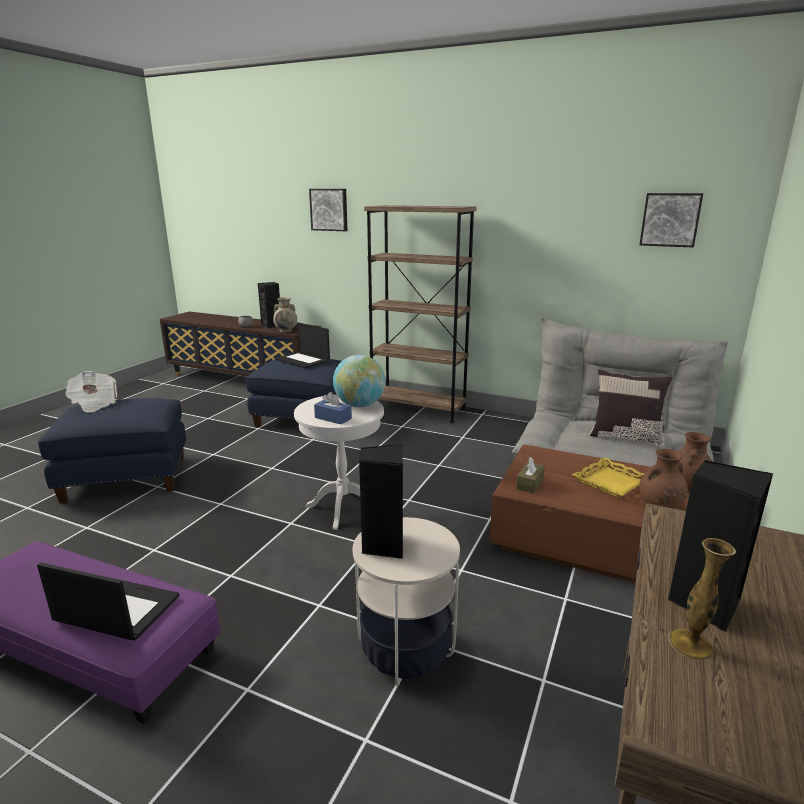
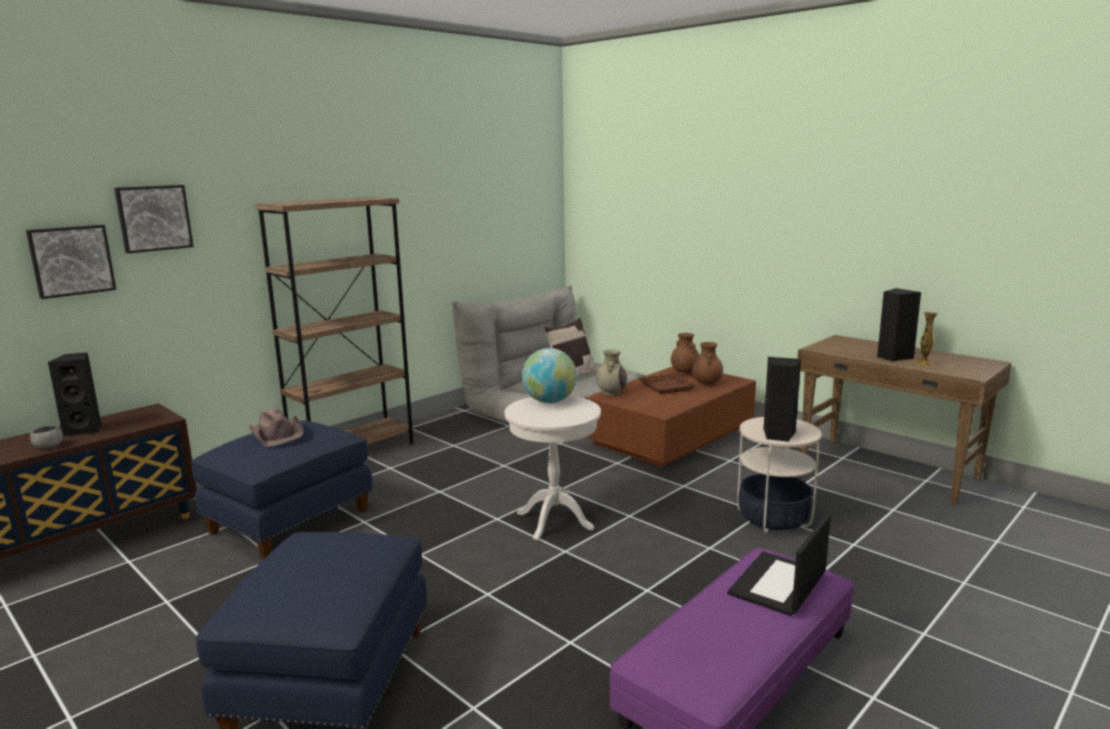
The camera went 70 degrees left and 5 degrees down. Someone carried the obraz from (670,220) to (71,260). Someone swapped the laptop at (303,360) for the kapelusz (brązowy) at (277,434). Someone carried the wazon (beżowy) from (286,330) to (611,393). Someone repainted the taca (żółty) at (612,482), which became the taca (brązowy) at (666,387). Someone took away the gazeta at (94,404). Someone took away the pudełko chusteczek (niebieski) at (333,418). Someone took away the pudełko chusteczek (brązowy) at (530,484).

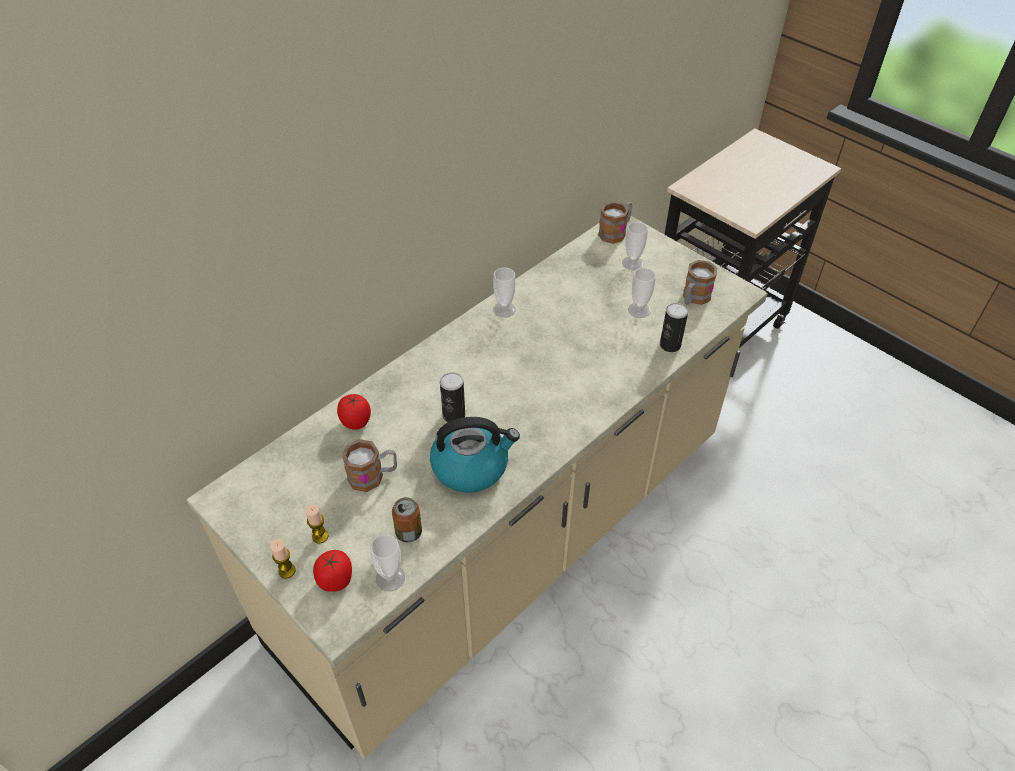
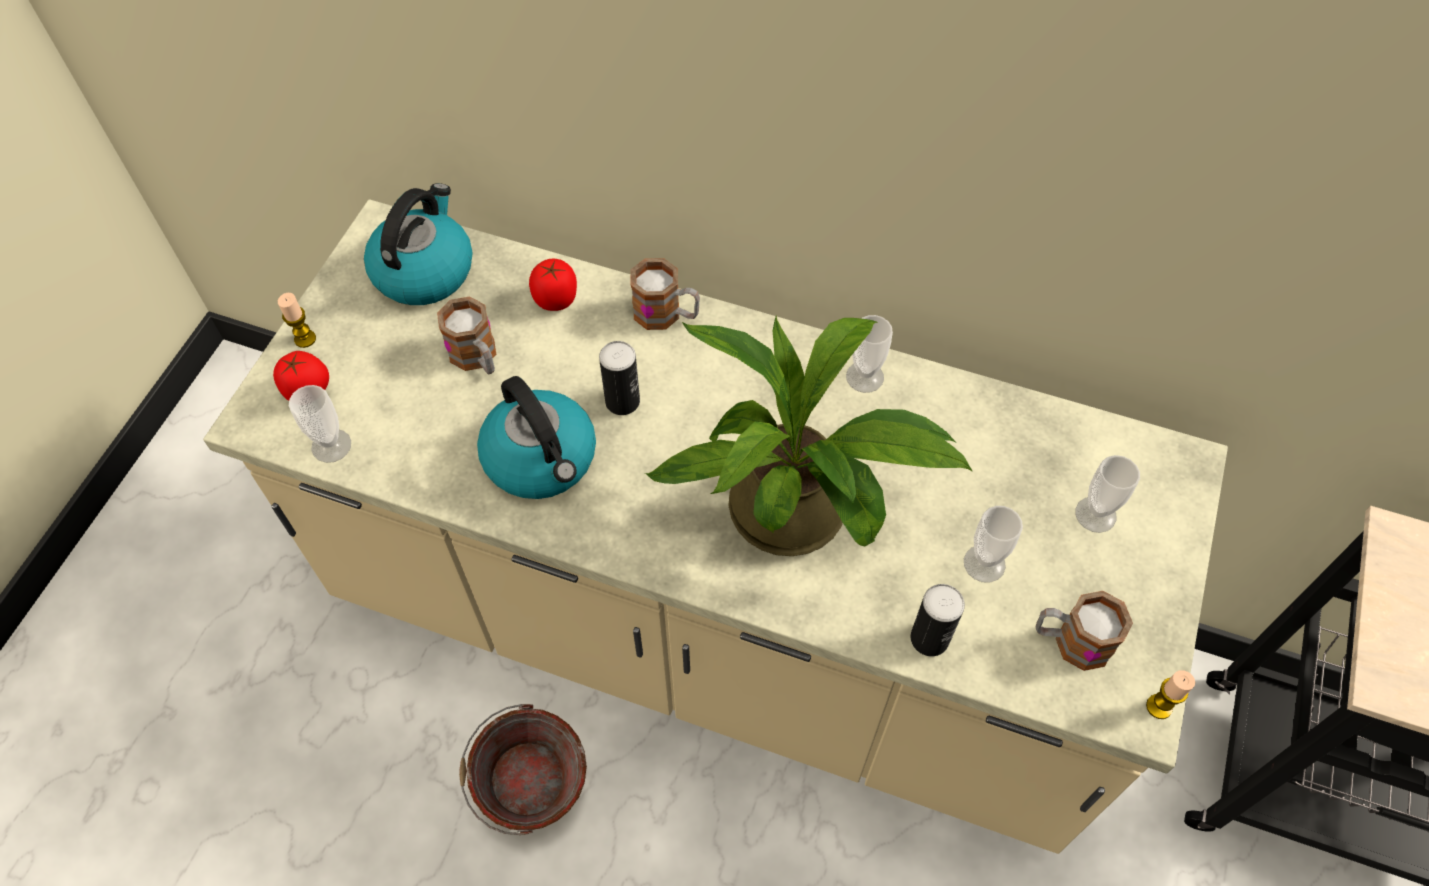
The camera went 65 degrees right and 10 degrees up. Someone put down the czajnik at (424,270). Someone put down the wiadro at (536,800). Someone carried the kubek from (616,232) to (666,314). Someone put down the roślina doniczkowa at (799,518). Someone carried the świeca from (320,536) to (1159,706). Someone took away the puszka at (409,532).

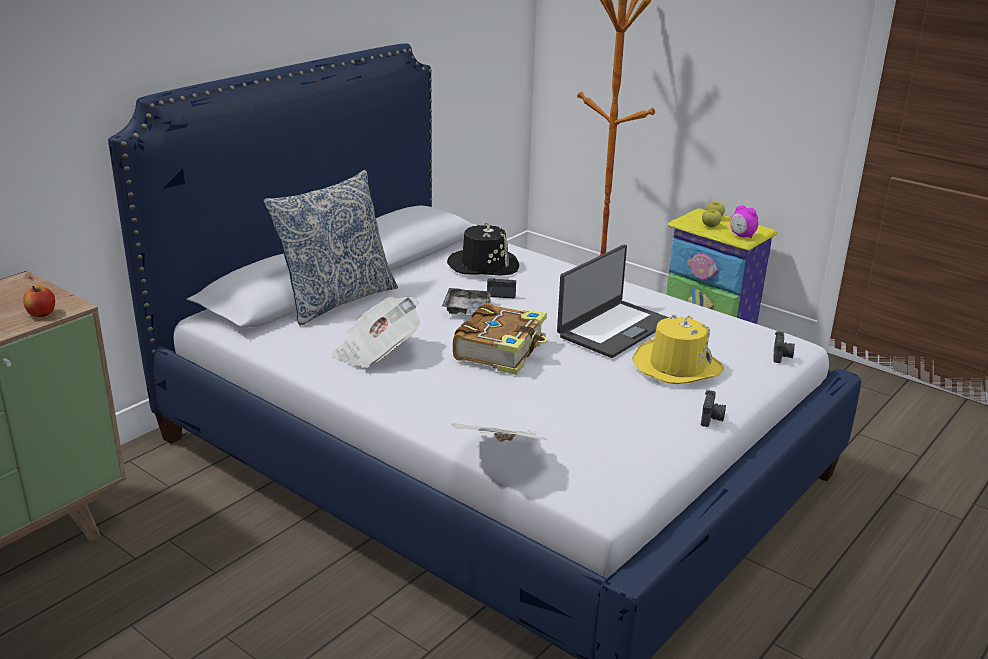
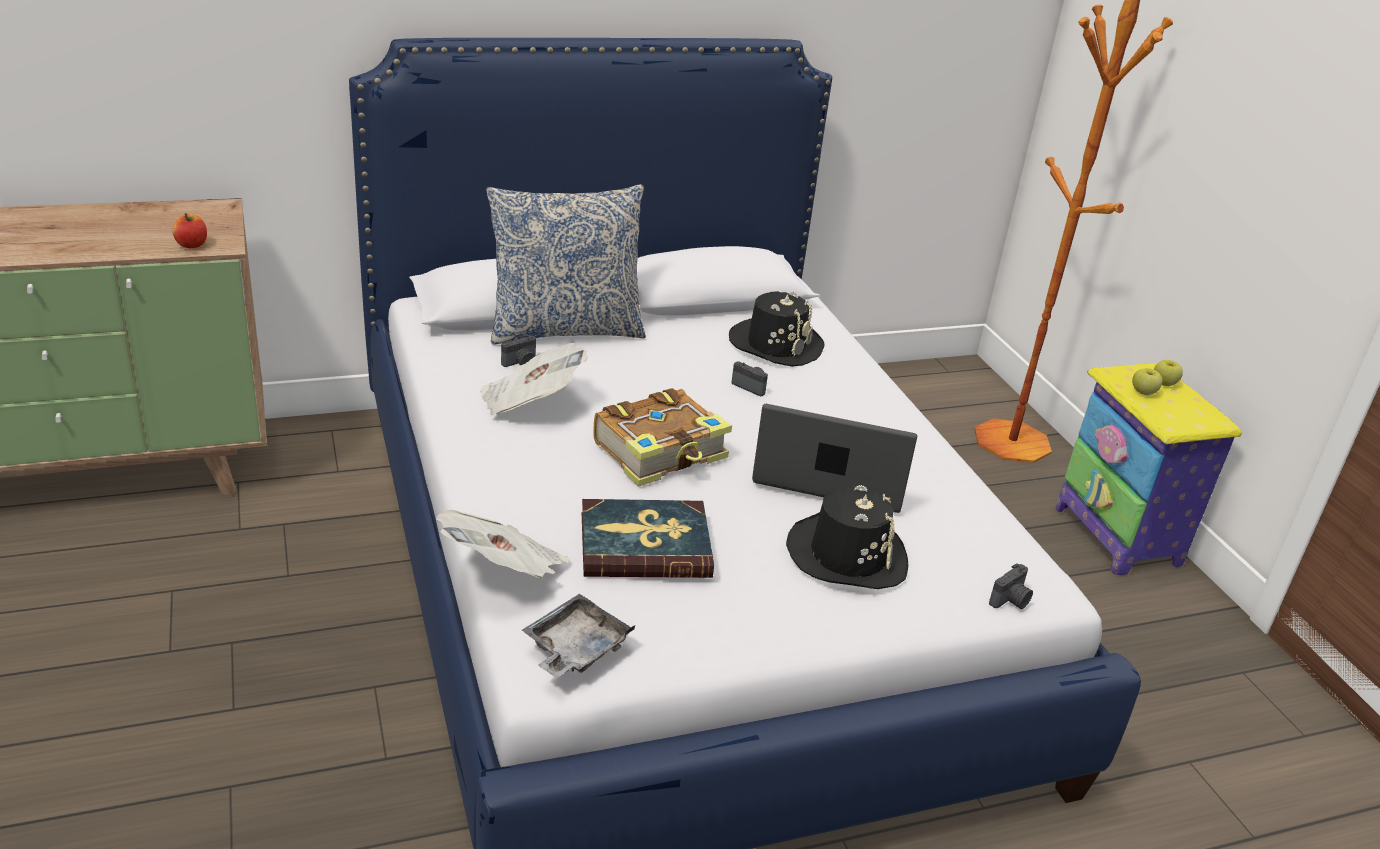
The camera went 30 degrees right and 5 degrees up. Someone carried the aparat fotograficzny from (712,418) to (521,363). Someone carried the taca (szary) from (467,310) to (575,648). Someone put down the książka at (644,544). Someone rotated the laptop at (613,329) by 150 degrees counterclockwise. Someone repainted the kapelusz (żółty) at (676,366), which became the kapelusz (czarny) at (847,555). Someone took away the budzik at (742,236).

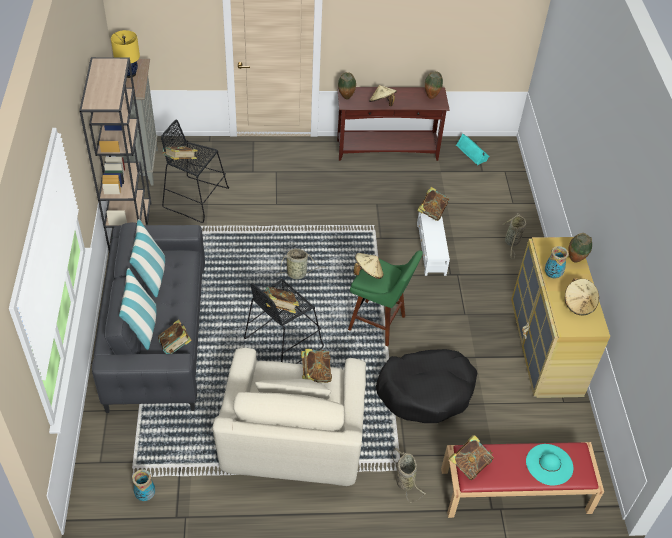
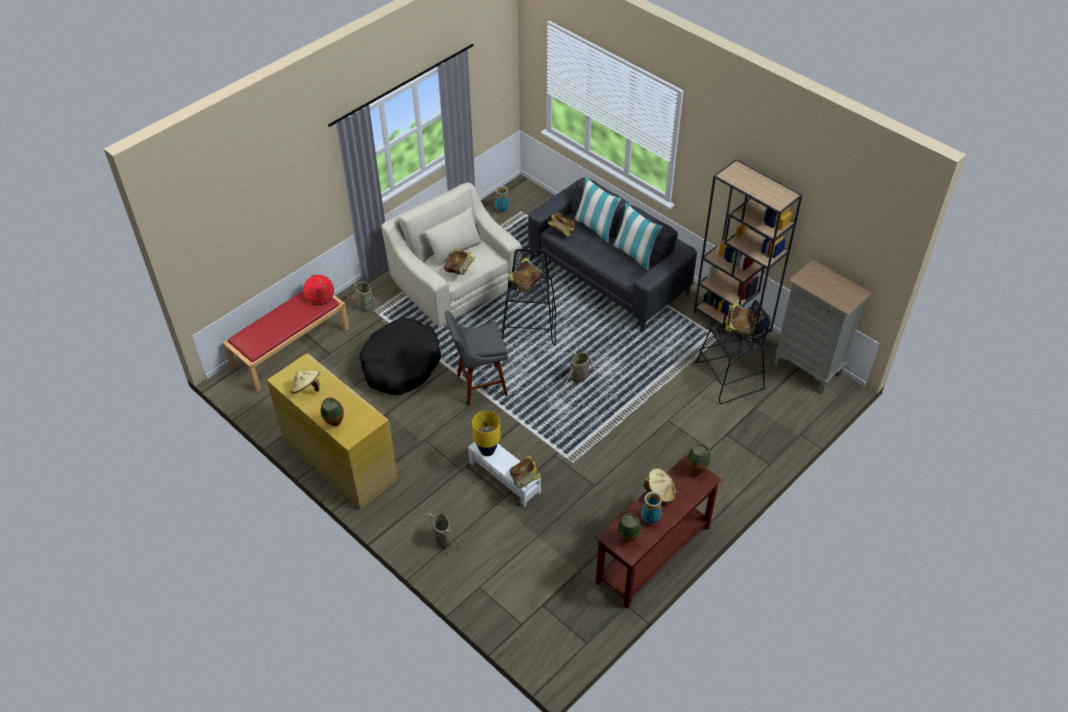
The camera went 140 degrees right and 0 degrees up. Someone swapped the książka at (469,464) for the kapelusz (czerwony) at (319,296). Someone repainted the stołek (zielony) at (379,324), which became the stołek (szary) at (479,386). Someone carried the lampa stołowa (żółty) from (129,74) to (487,450). Someone carried the wazon from (552,275) to (650,519). Someone took away the kapelusz (beżowy) at (368,273). Someone took away the głośnik (turkusowy) at (472,152). Someone took away the kapelusz (turkusowy) at (549,464).

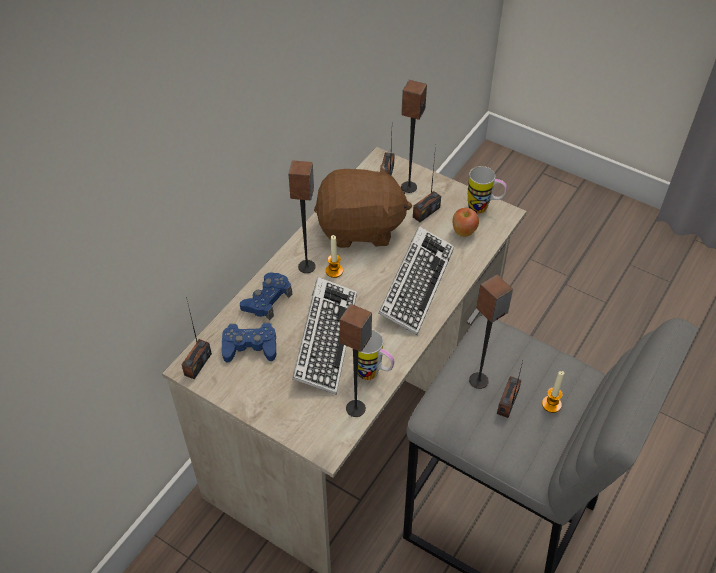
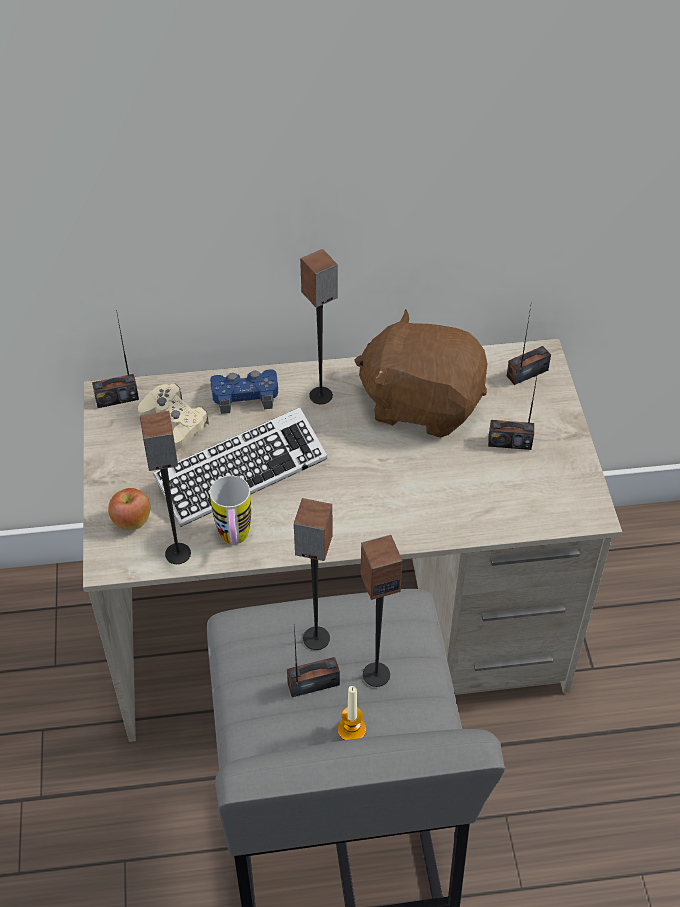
The camera went 50 degrees right and 0 degrees up. Someone carried the jabłko from (463,231) to (132,521). Someone repainted the pad do gier (niebieski) at (250,347), which became the pad do gier (beżowy) at (174,421). Someone rotated the pluszak (brązowy) at (360,228) by 150 degrees clockwise. Someone carried the głośnik from (408,187) to (376,674). Someone took away the świeca at (334,271). Someone took away the klawiatura at (416,284). Someone took away the kubek at (483,208).

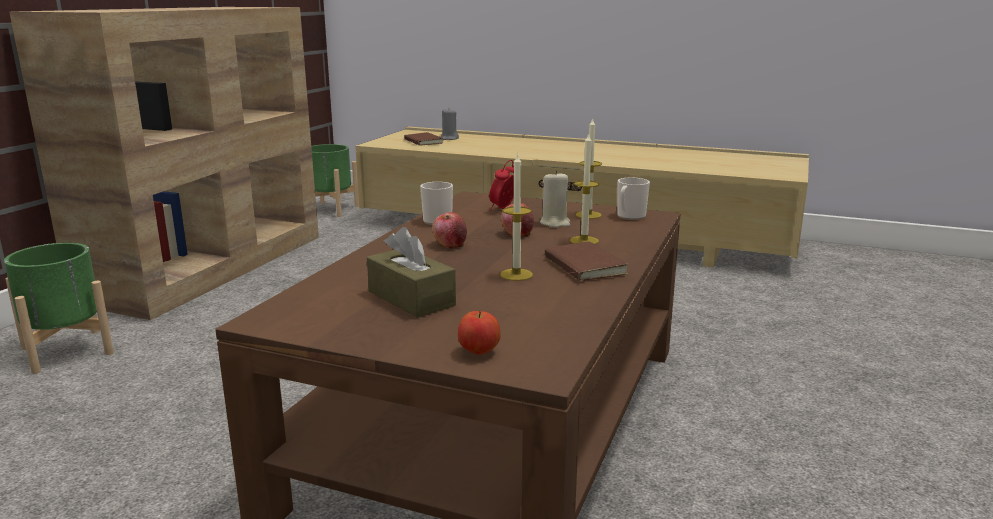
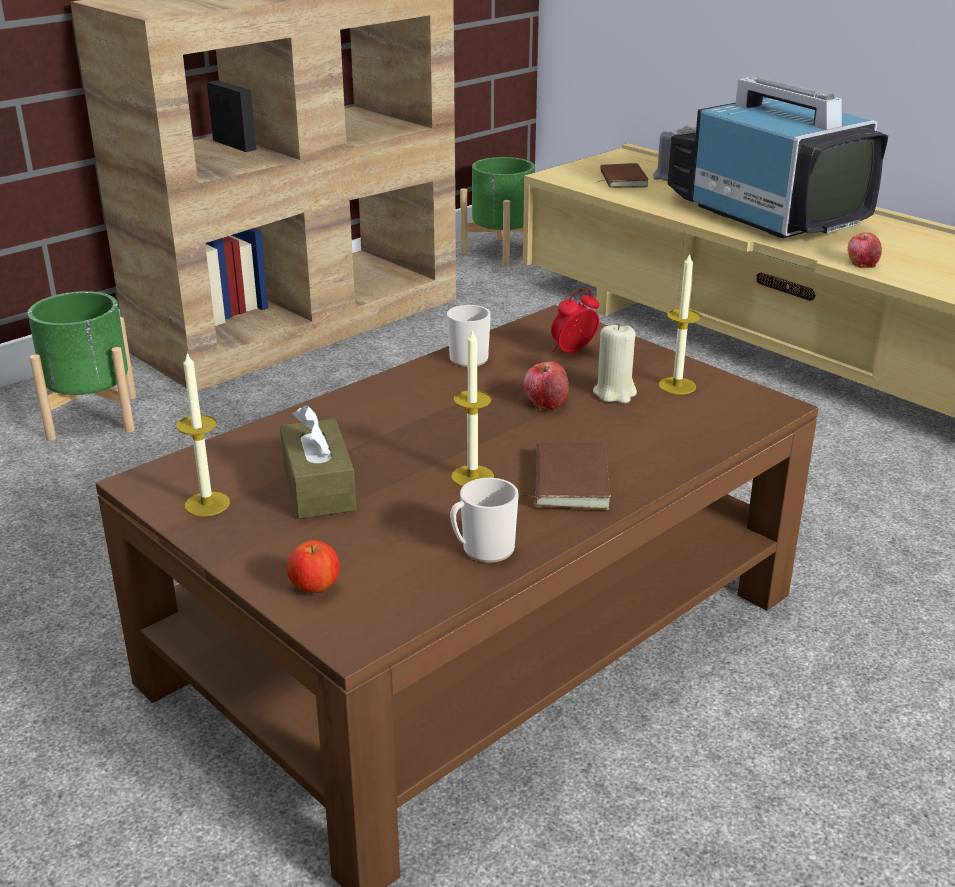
The camera went 25 degrees right and 10 degrees up. Someone carried the świeca from (584,241) to (207,504). Someone carried the kubek from (629,217) to (483,550). Someone put down the telewizor at (764,214). Someone carried the jabłko from (450,244) to (862,264).

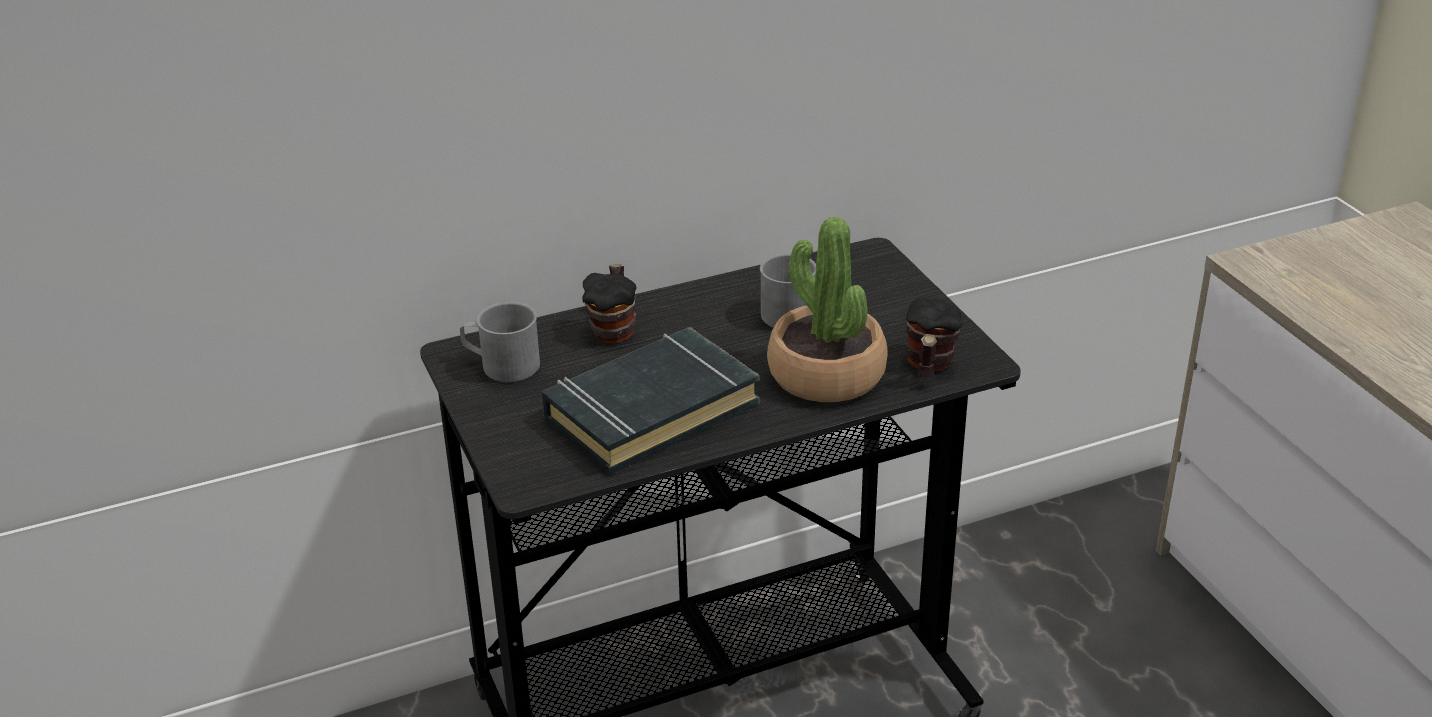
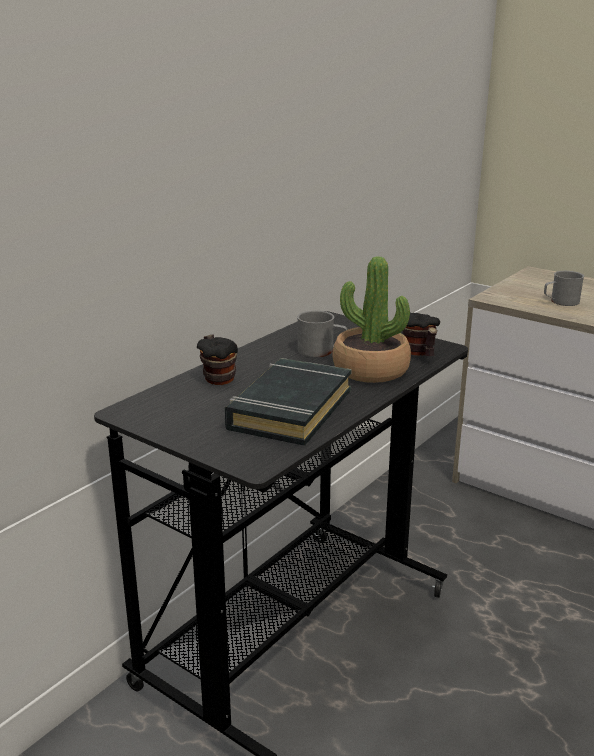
The camera went 30 degrees left and 10 degrees down. Someone carried the kubek (szary) from (502,365) to (560,302).

